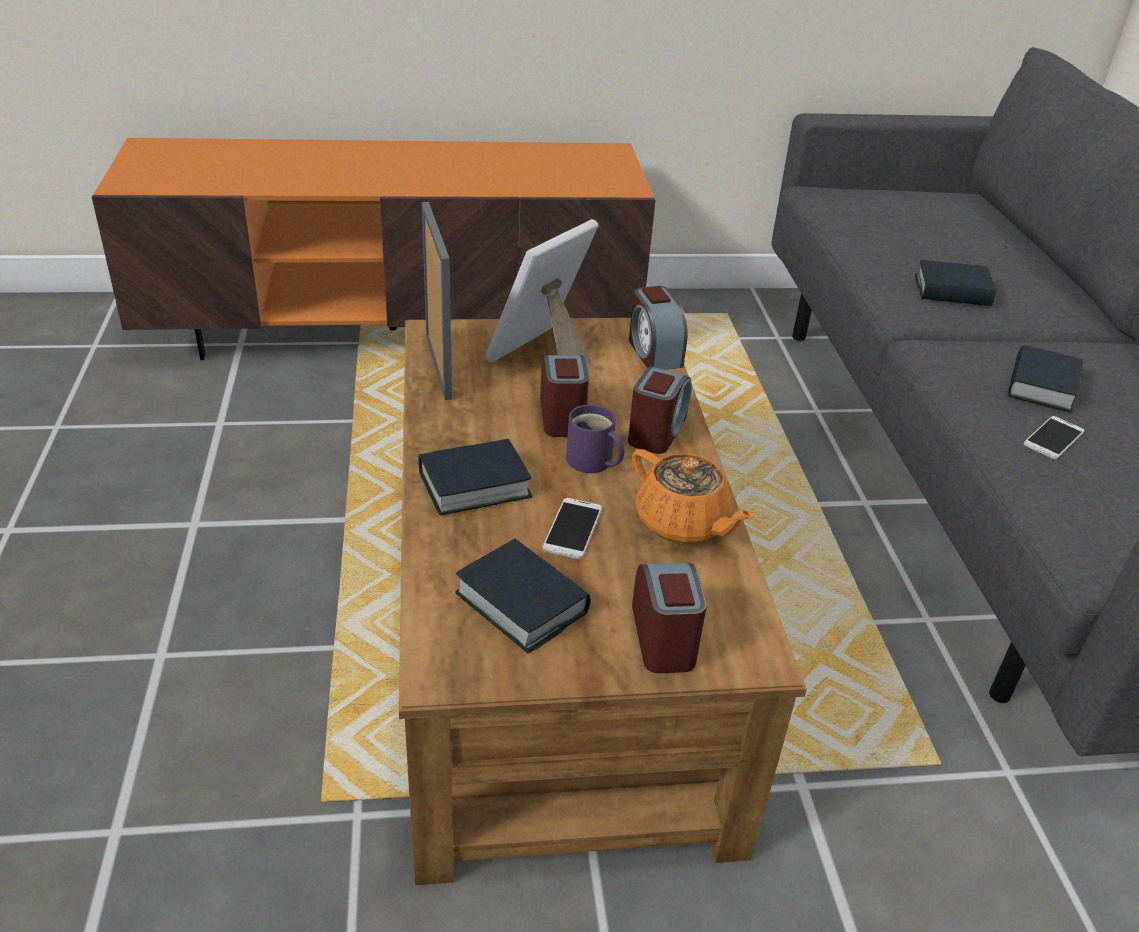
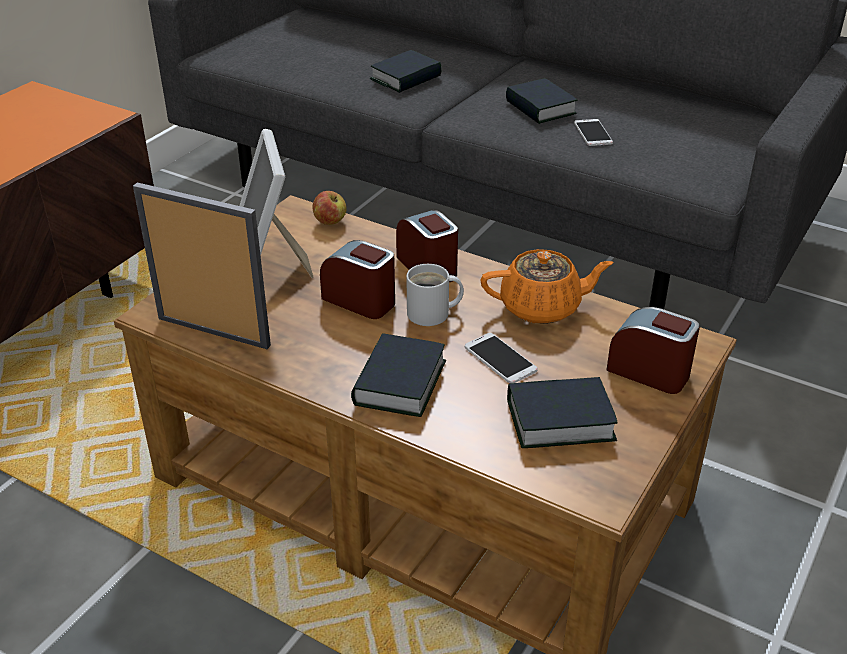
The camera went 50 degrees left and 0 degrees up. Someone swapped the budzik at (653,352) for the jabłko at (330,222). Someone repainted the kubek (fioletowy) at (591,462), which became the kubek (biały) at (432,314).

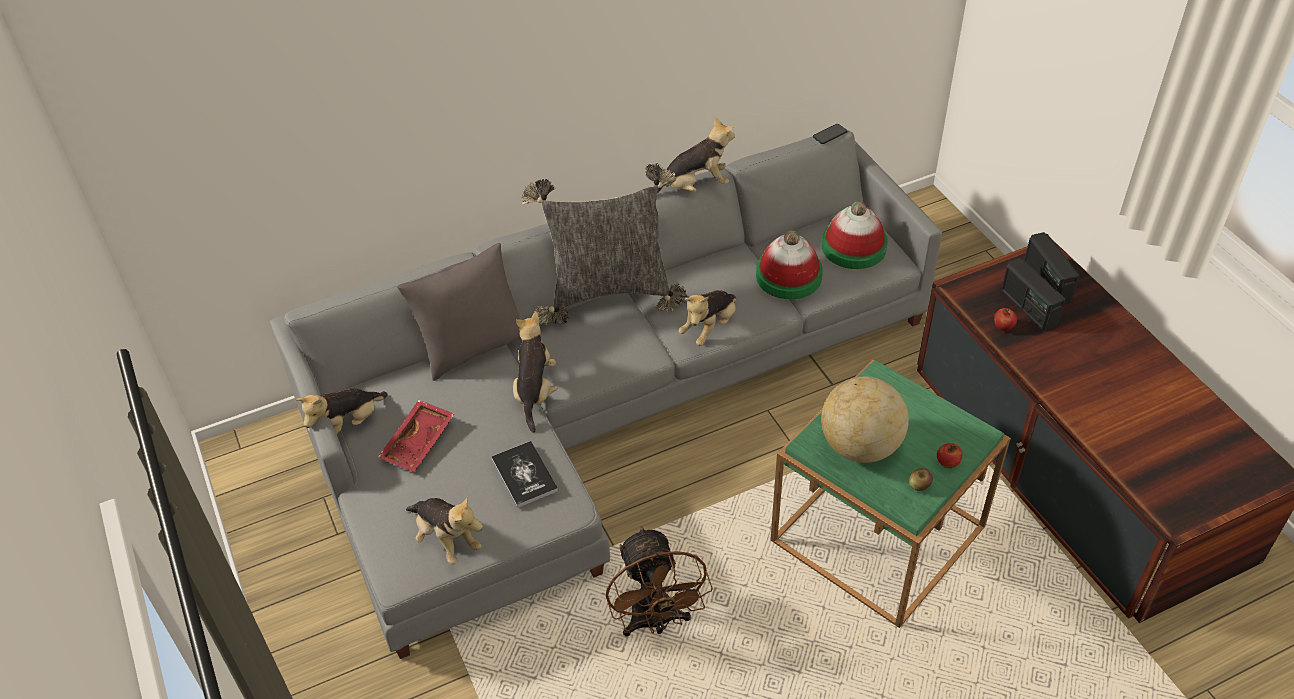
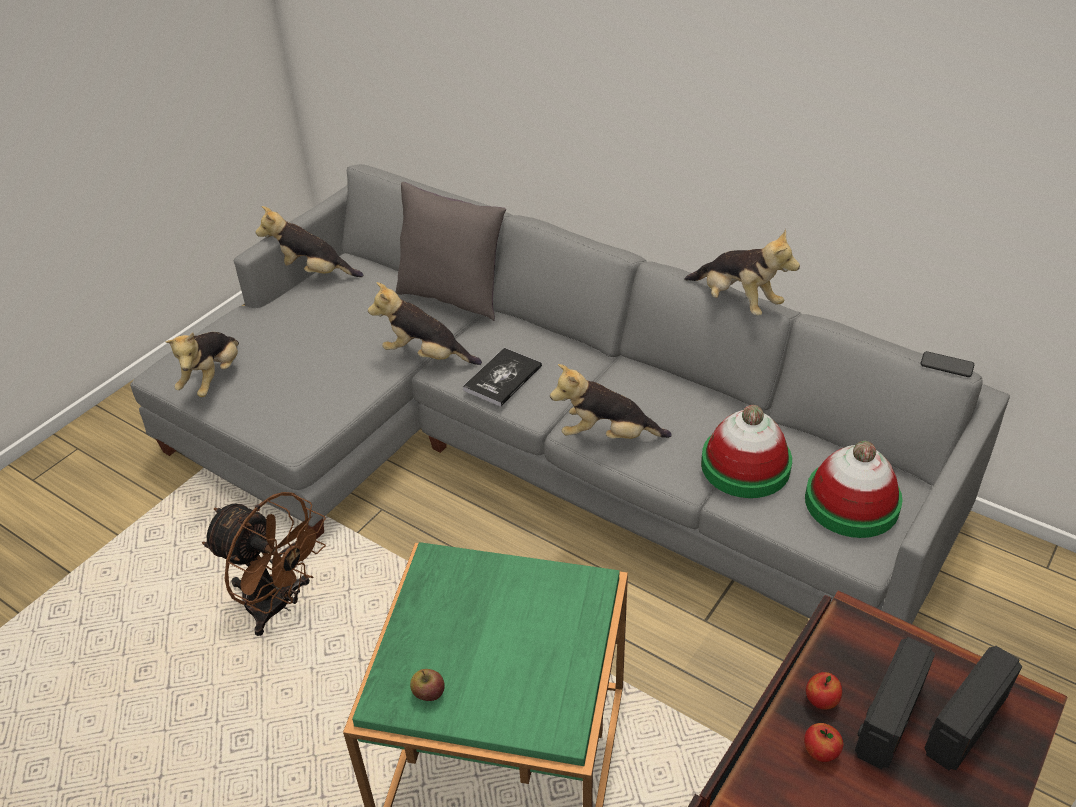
The camera went 60 degrees right and 5 degrees down. Someone rotated the wentylator (brązowy) at (655,622) by 105 degrees counterclockwise. Someone rotated the pluszak at (535,392) by 135 degrees counterclockwise. Someone carried the książka from (524,475) to (503,378). Someone carried the jabłko from (947,463) to (820,752). Someone took away the taca (czerwony) at (419,443). Someone took away the poduszka at (609,300). Someone took away the globus at (860,446).

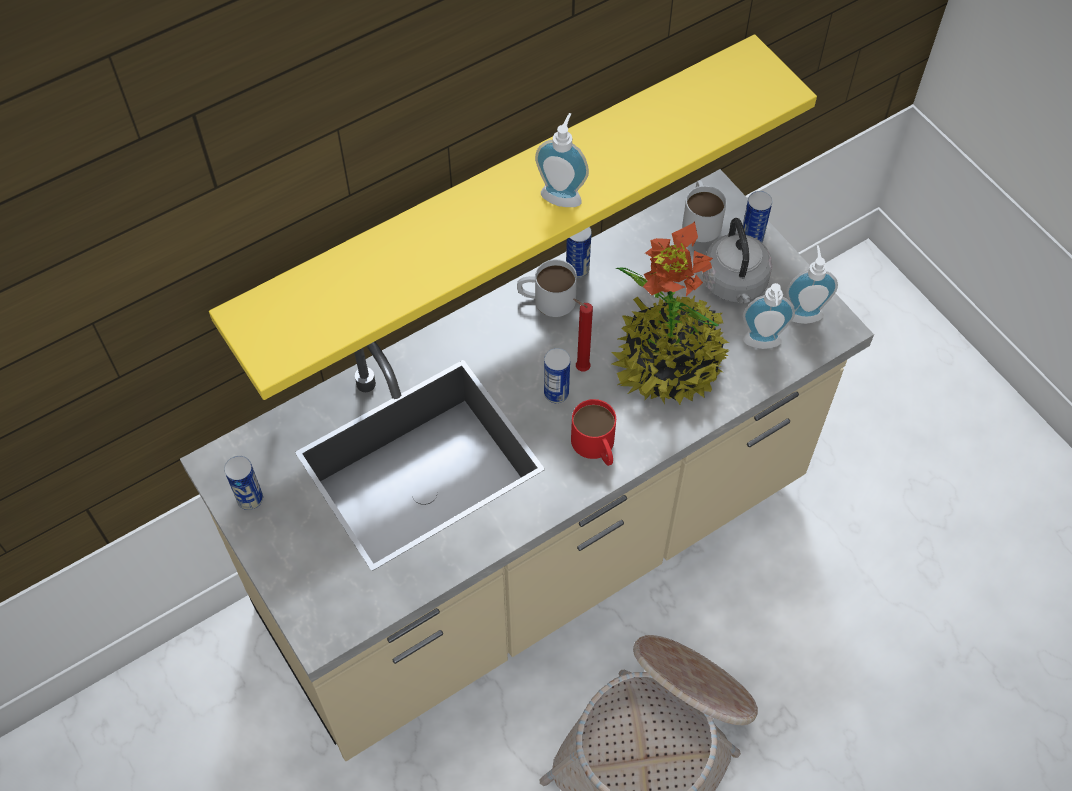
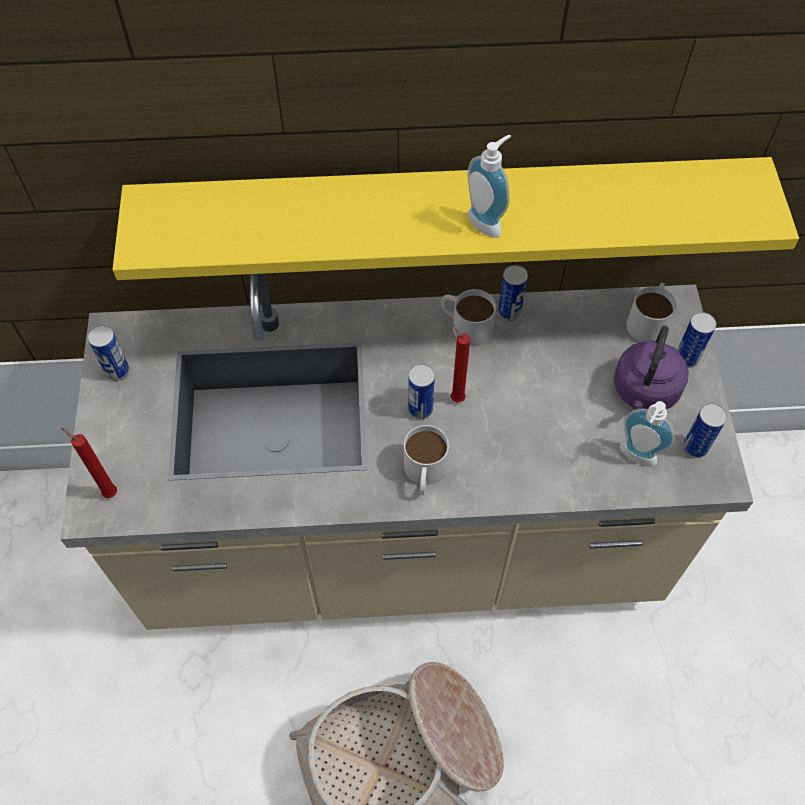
The camera went 30 degrees right and 0 degrees up. Someone put down the świeca (czerwony) at (108,492). Someone repainted the kubek (czerwony) at (596,447), which became the kubek (biały) at (424,473). Someone repainted the czajnik (szary) at (735,285), which became the czajnik (fioletowy) at (644,392). Someone swapped the dozownik mydła at (803,312) for the puszka at (695,447). Someone took away the roślina doniczkowa at (669,362).

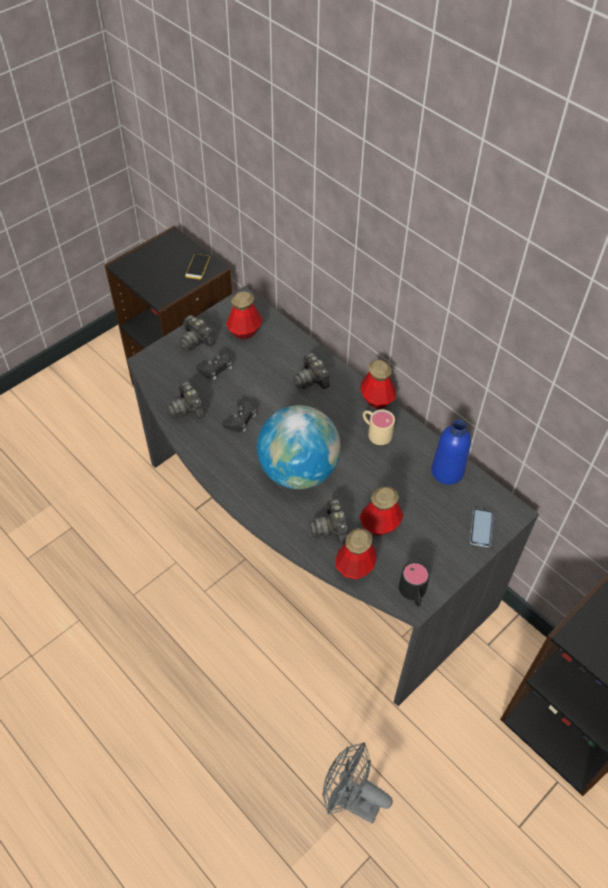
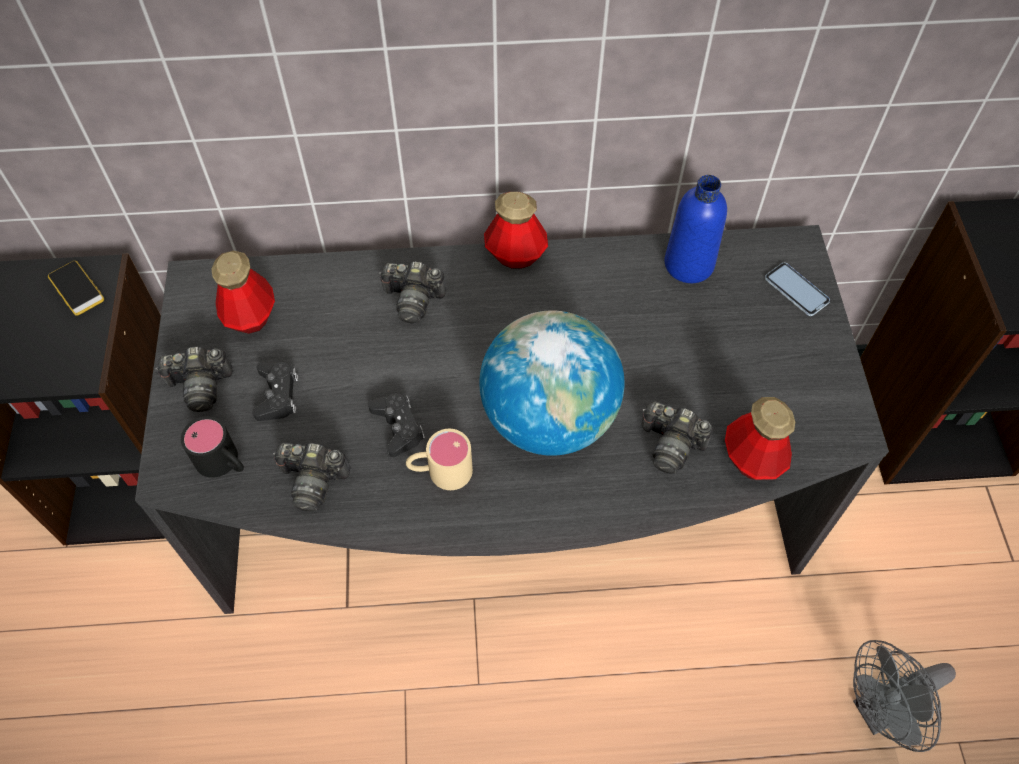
The camera went 50 degrees left and 5 degrees up. Someone carried the kubek (czarny) from (413,593) to (224,463). Someone carried the kubek (beżowy) from (375,432) to (440,471). Someone took away the butelka at (380,525).

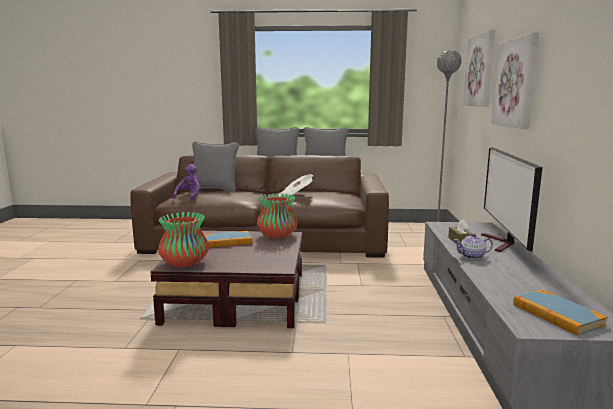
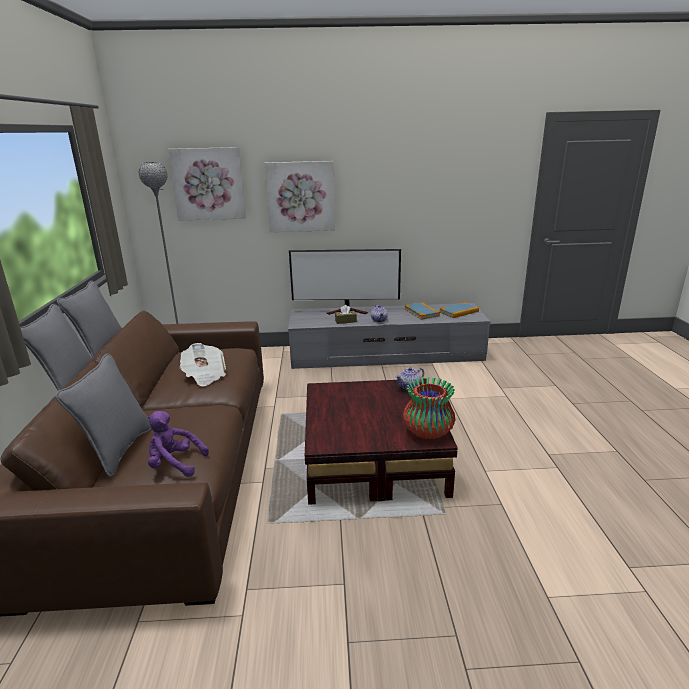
The camera went 95 degrees left and 10 degrees up. Someone put down the imbryk at (410,387). Someone carried the książka from (228,241) to (421,312). Someone took away the wazon at (277,236).

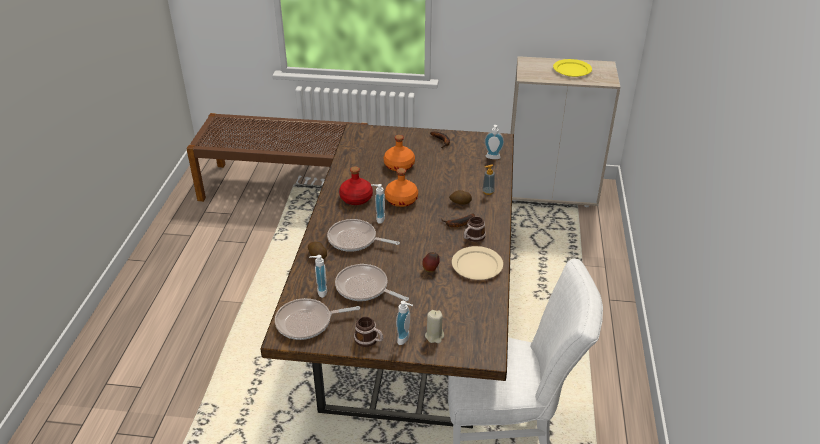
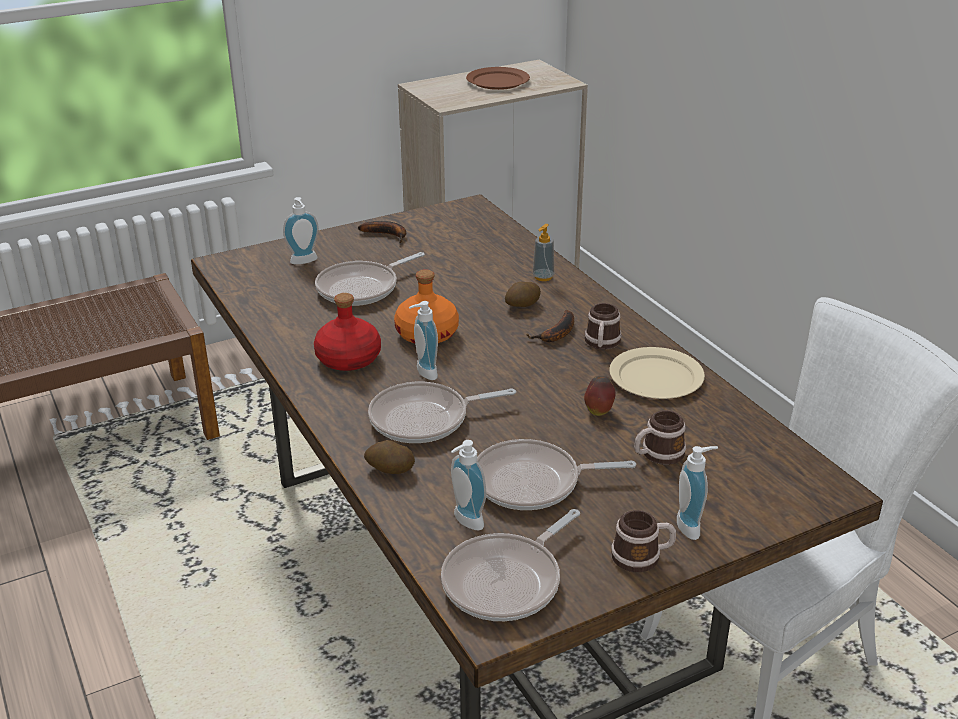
The camera went 35 degrees left and 5 degrees down. Someone carried the dozownik mydła from (492,158) to (304,262). Someone swapped the butelka (pomarańczowy) at (399,165) for the patelnia at (362,288). Someone repainted the talerz (żółty) at (572,70), which became the talerz (brązowy) at (498,81). Someone put down the kubek at (657,455). Someone took away the świeca (beżowy) at (434,336).

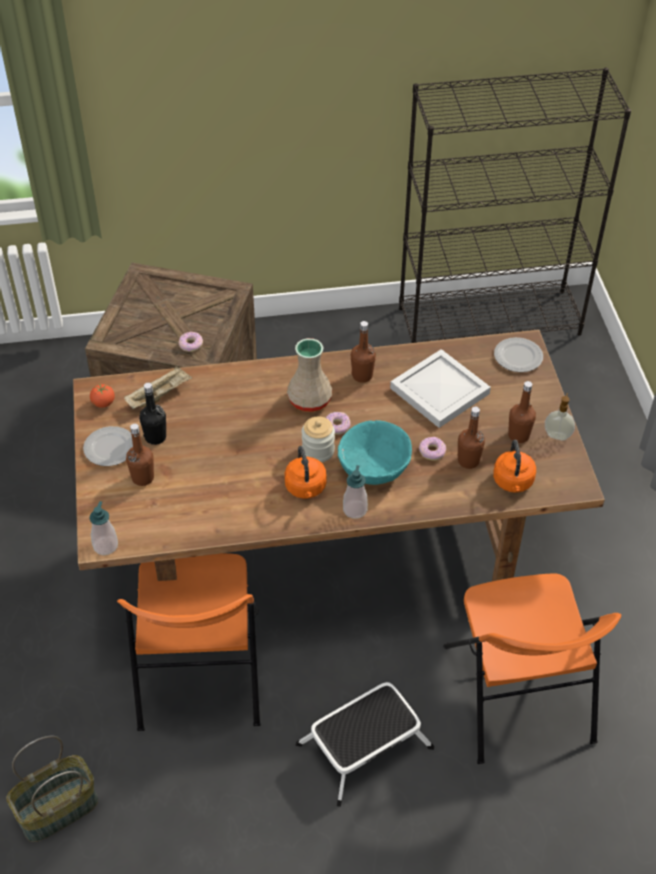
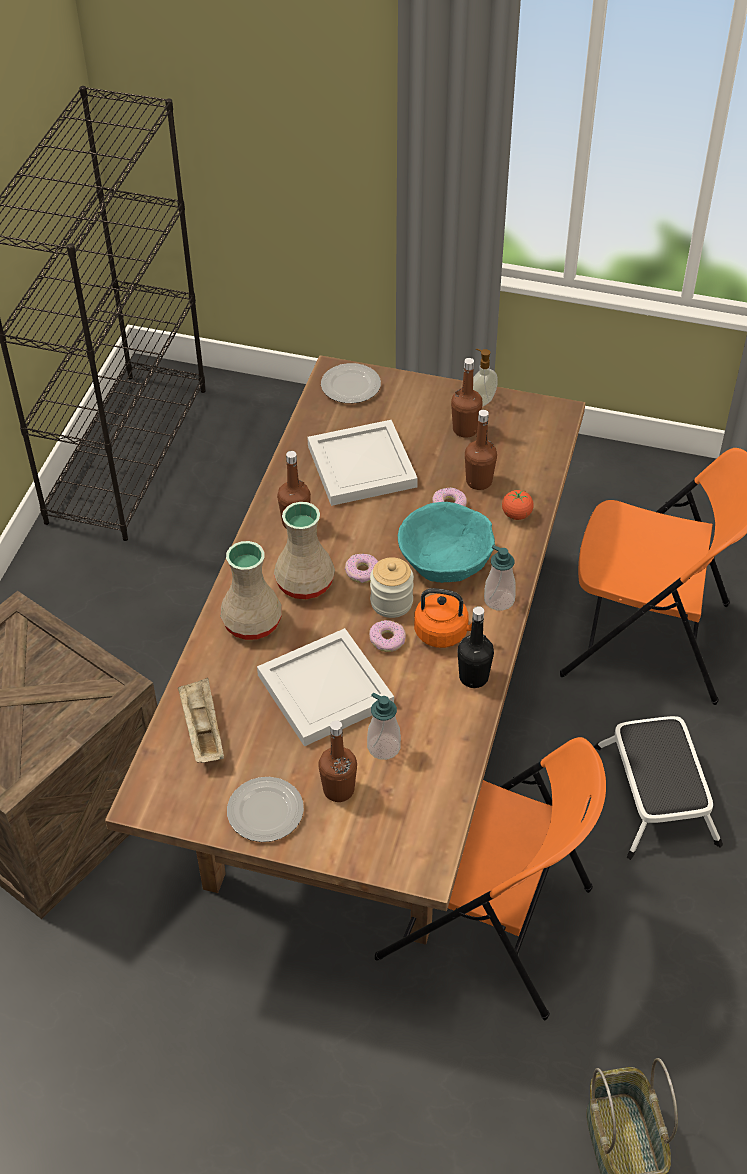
The camera went 65 degrees left and 0 degrees up. Someone put down the wazon (beżowy) at (252,621). Someone put down the taca (biały) at (324,692). Someone carried the dozownik mydła from (105,546) to (383,747). Someone carried the donut from (191,345) to (387,640). Someone carried the butelka (czarny) from (155,437) to (473,677). Someone carried the pomidor from (103,403) to (516,515). Someone took away the czajnik (pomarańczowy) at (513,482).

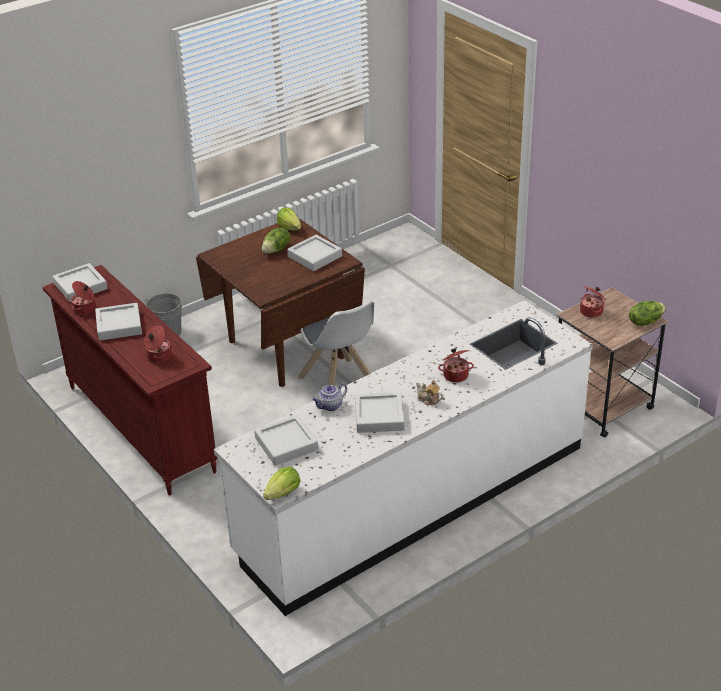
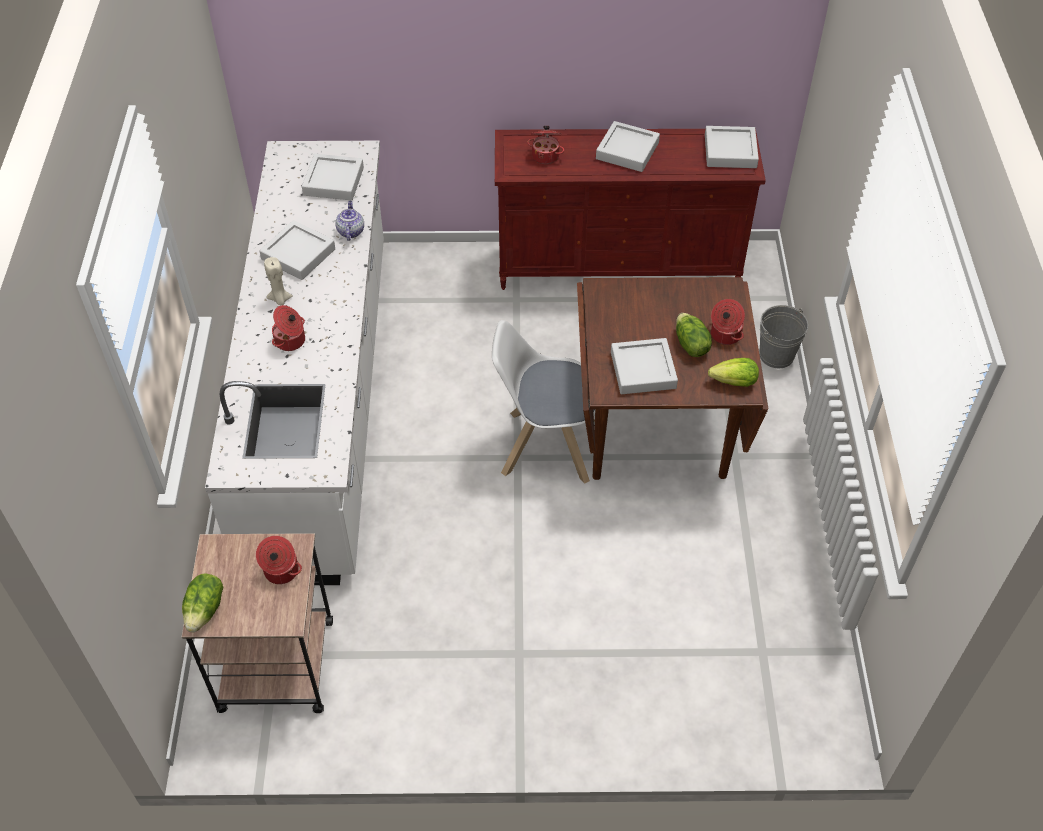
The camera went 125 degrees right and 15 degrees up. Someone swapped the imbryk at (428,400) for the świeca (beżowy) at (280,299). Someone carried the garnek from (85,309) to (724,335). Someone took away the sałata at (283,493).

